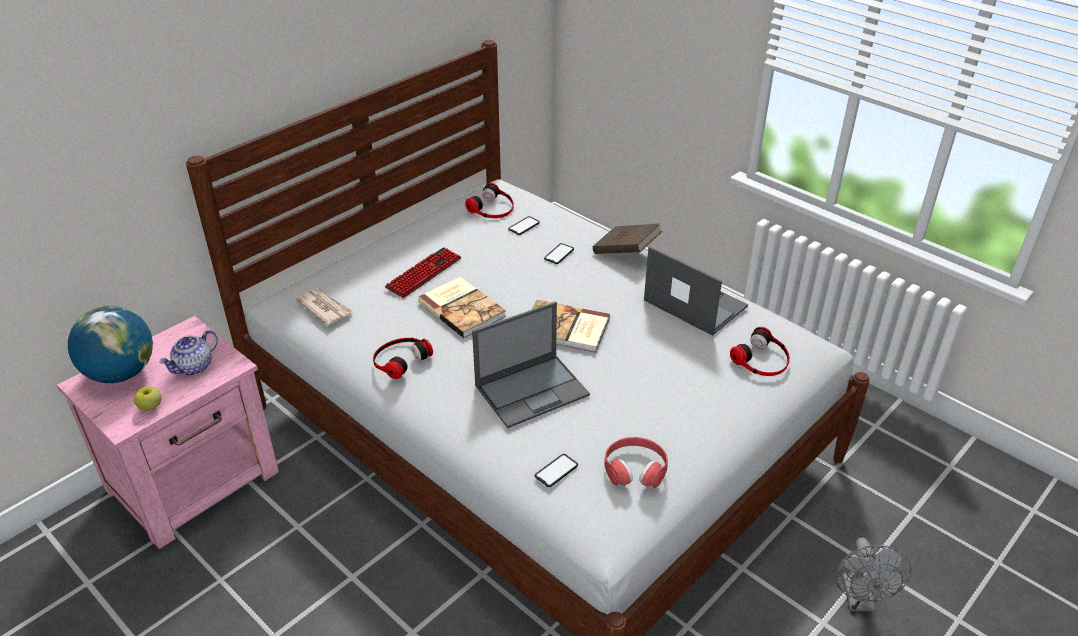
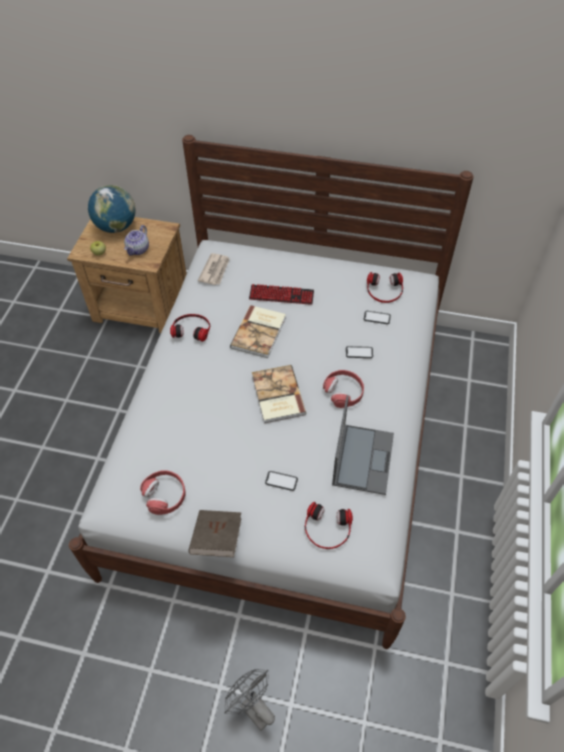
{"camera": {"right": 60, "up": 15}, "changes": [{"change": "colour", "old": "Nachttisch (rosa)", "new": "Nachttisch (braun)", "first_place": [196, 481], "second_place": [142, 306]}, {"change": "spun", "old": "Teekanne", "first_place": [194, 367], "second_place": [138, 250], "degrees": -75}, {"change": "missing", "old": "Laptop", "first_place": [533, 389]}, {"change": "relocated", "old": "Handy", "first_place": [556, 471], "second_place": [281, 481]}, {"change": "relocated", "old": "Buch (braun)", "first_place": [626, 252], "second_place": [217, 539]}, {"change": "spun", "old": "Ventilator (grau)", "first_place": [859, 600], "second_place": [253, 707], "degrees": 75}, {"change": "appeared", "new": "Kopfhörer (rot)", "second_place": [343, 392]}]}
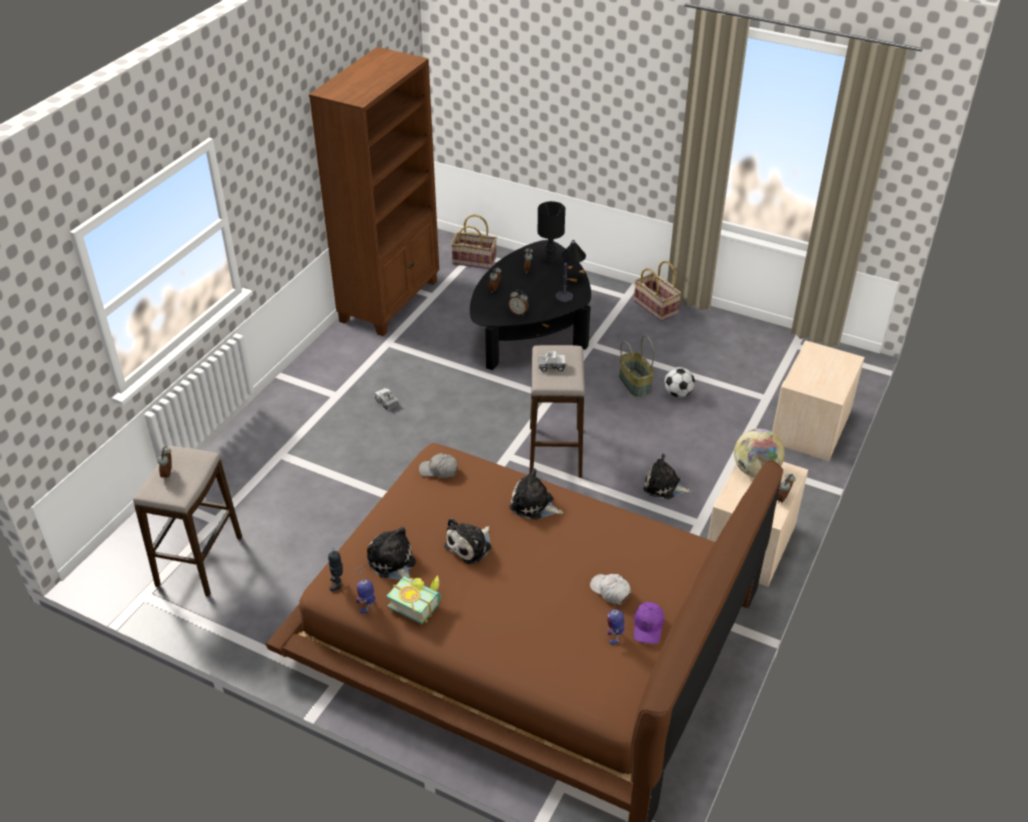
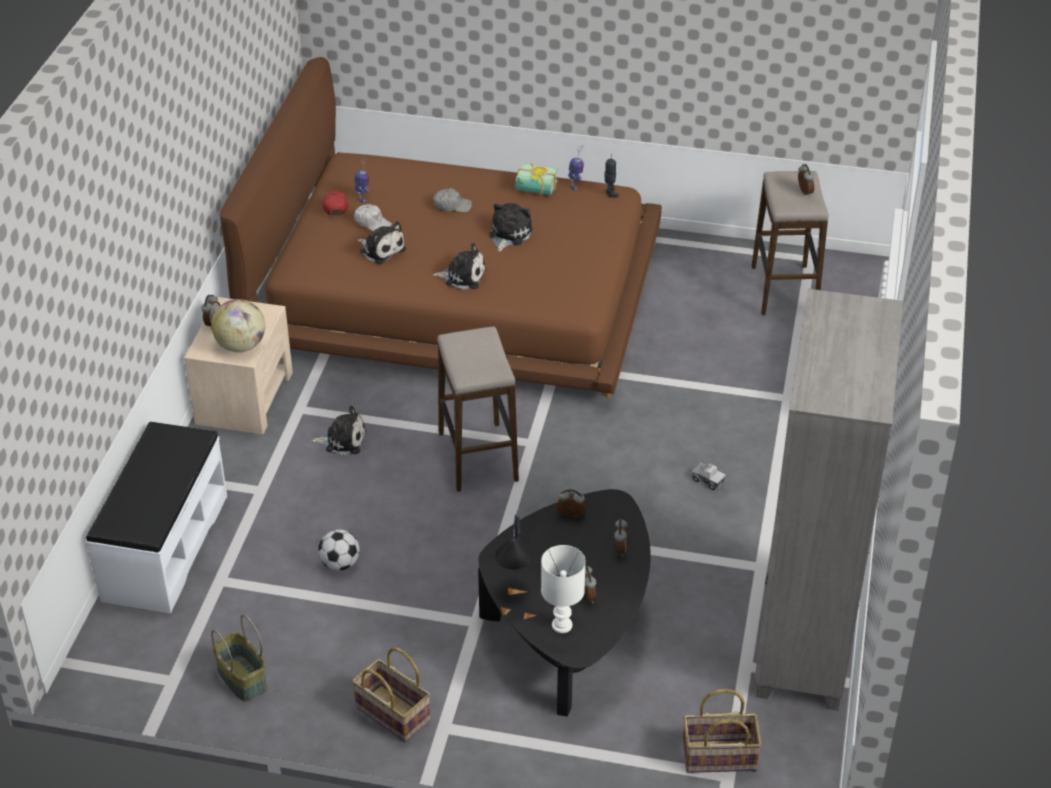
{"camera": {"right": 165, "up": 0}, "changes": [{"change": "colour", "old": "Bücherregal (braun)", "new": "Bücherregal (grau)", "first_place": [390, 301], "second_place": [803, 642]}, {"change": "relocated", "old": "Plüschtier", "first_place": [392, 563], "second_place": [381, 250]}, {"change": "relocated", "old": "Kappe (grau)", "first_place": [439, 470], "second_place": [452, 206]}, {"change": "colour", "old": "Tischlampe (schwarz)", "new": "Tischlampe (weiß)", "first_place": [550, 259], "second_place": [561, 624]}, {"change": "missing", "old": "Spielzeuglaster", "first_place": [551, 366]}, {"change": "relocated", "old": "Korb", "first_place": [635, 384], "second_place": [240, 678]}, {"change": "colour", "old": "Kappe (lila)", "new": "Kappe (rot)", "first_place": [648, 627], "second_place": [335, 206]}, {"change": "exchanged", "old": "Nachttisch (beige)", "new": "Bank (weiß)", "first_place": [810, 427], "second_place": [164, 547]}]}
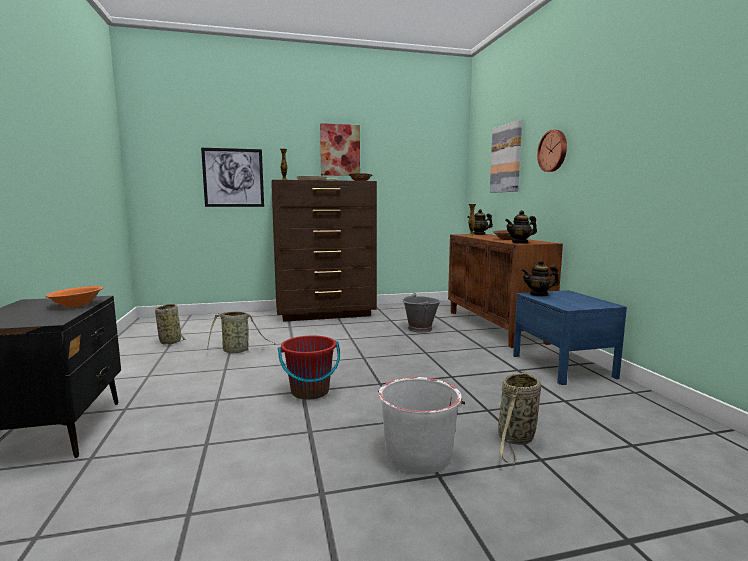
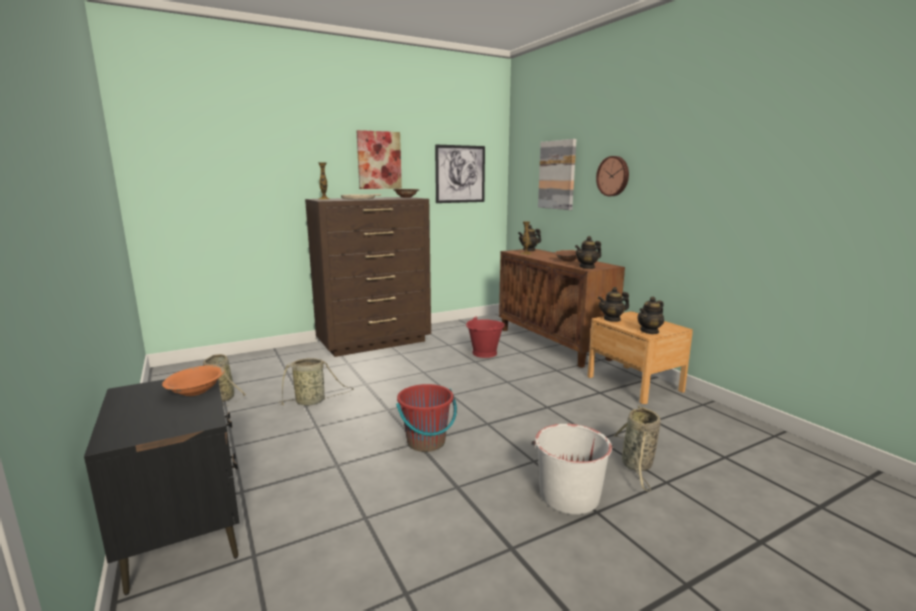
{"camera": {"right": -15, "up": 5}, "changes": [{"change": "relocated", "old": "Bild", "first_place": [233, 177], "second_place": [460, 174]}, {"change": "colour", "old": "Eimer (grau)", "new": "Eimer (rot)", "first_place": [420, 329], "second_place": [484, 353]}, {"change": "colour", "old": "Nachttisch (blau)", "new": "Nachttisch (braun)", "first_place": [562, 366], "second_place": [634, 383]}, {"change": "appeared", "new": "Teekanne", "second_place": [649, 331]}]}
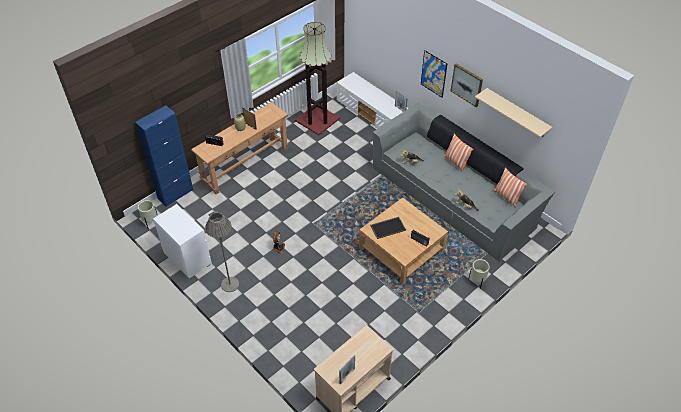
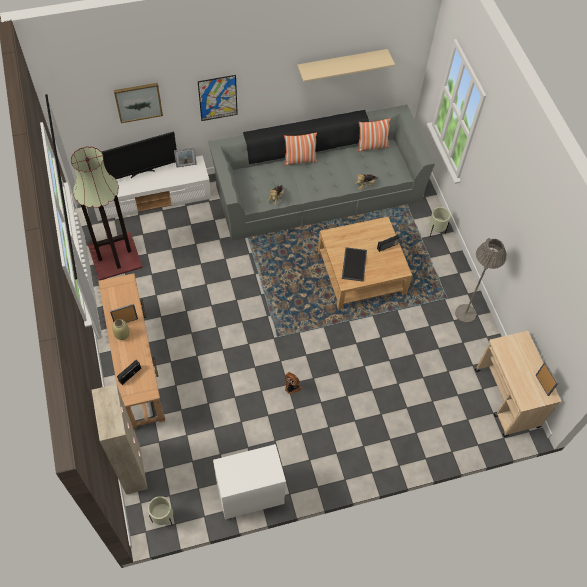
{"camera": {"right": -65, "up": 10}, "changes": [{"change": "colour", "old": "Schrank (blau)", "new": "Schrank (beige)", "first_place": [175, 194], "second_place": [133, 469]}, {"change": "relocated", "old": "Stehlampe (grau)", "first_place": [230, 284], "second_place": [465, 313]}, {"change": "relocated", "old": "Bild", "first_place": [467, 84], "second_place": [138, 102]}, {"change": "appeared", "new": "Fernseher", "second_place": [142, 172]}]}
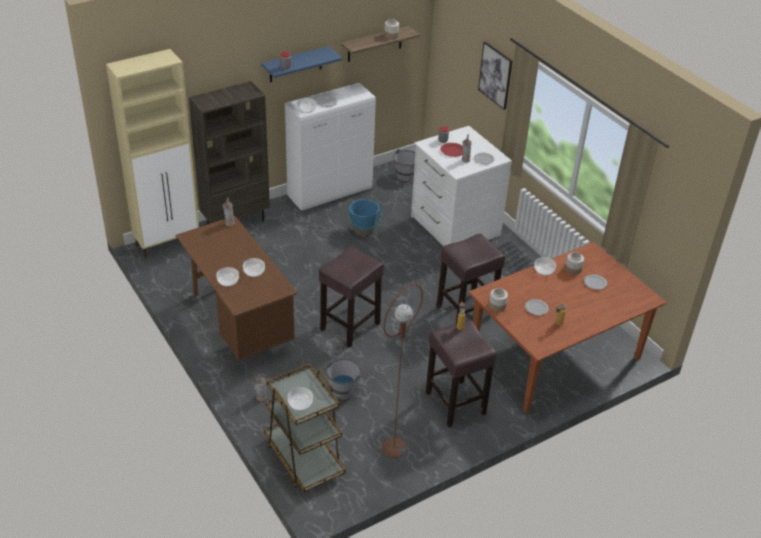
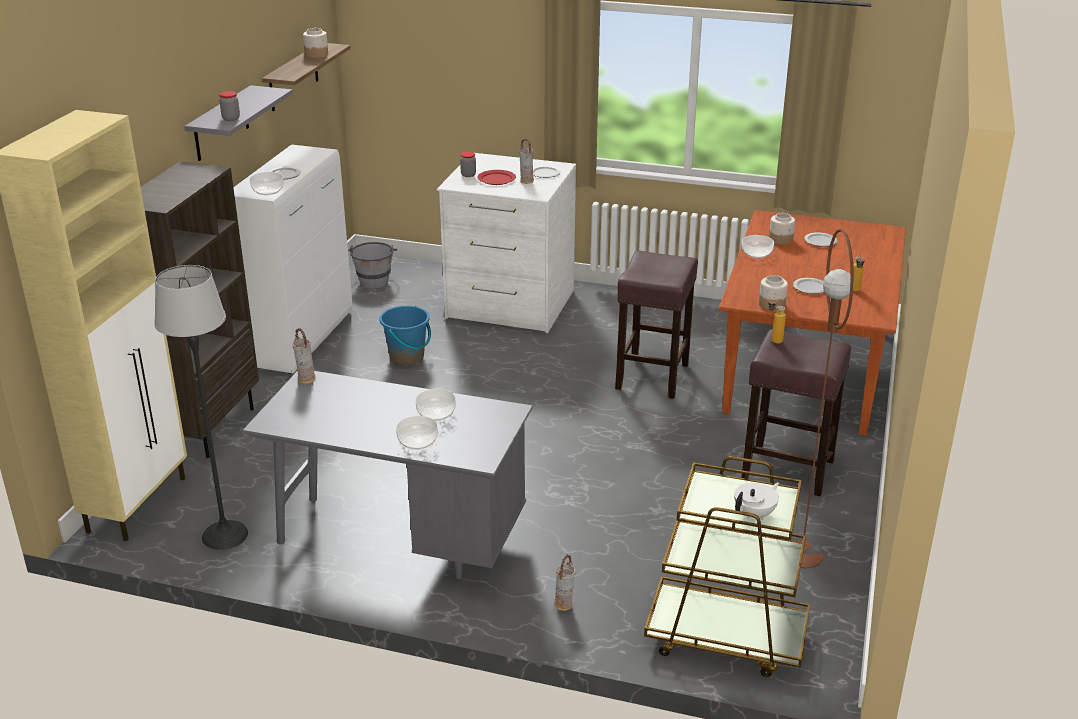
{"camera": {"right": -40, "up": -10}, "changes": [{"change": "colour", "old": "Schreibtisch (braun)", "new": "Schreibtisch (grau)", "first_place": [238, 323], "second_place": [398, 540]}, {"change": "colour", "old": "Wandregal (blau)", "new": "Wandregal (grau)", "first_place": [295, 64], "second_place": [221, 124]}, {"change": "exchanged", "old": "Schüssel", "new": "Teekanne (weiß)", "first_place": [300, 404], "second_place": [755, 514]}, {"change": "missing", "old": "Hocker (braun)", "first_place": [349, 327]}, {"change": "missing", "old": "Eimer (grau)", "first_place": [340, 394]}, {"change": "missing", "old": "Bild", "first_place": [495, 75]}, {"change": "appeared", "new": "Stehlampe", "second_place": [225, 535]}]}
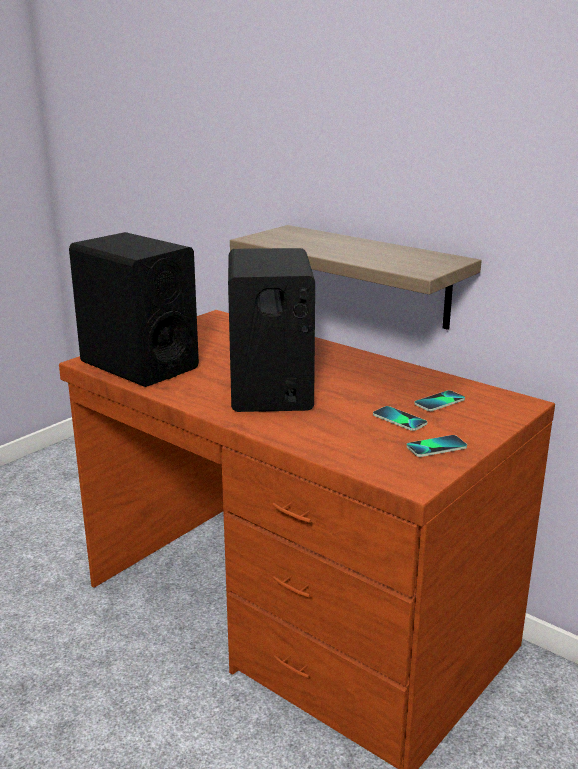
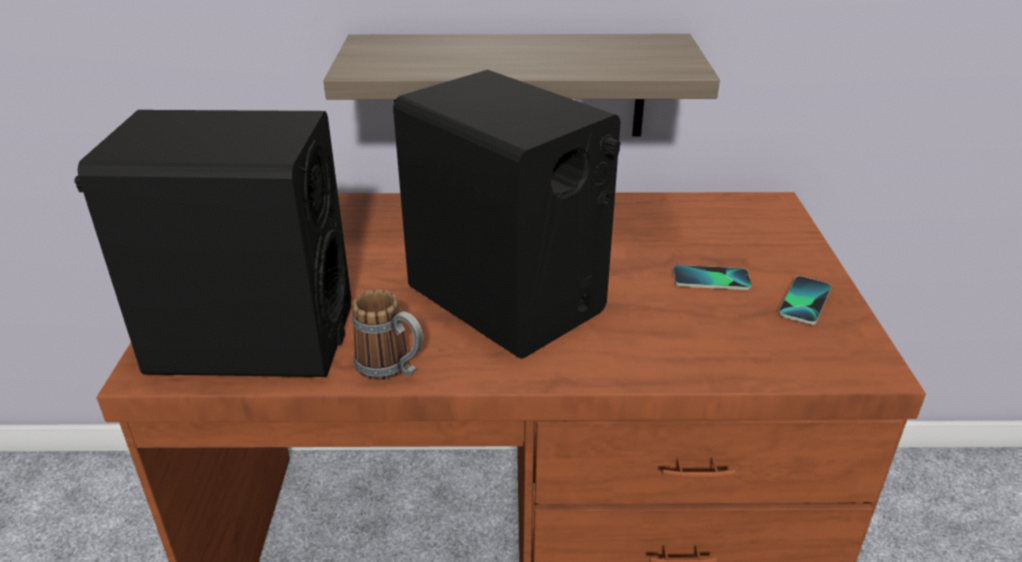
{"camera": {"right": -40, "up": 10}, "changes": [{"change": "missing", "old": "Handy", "first_place": [439, 402]}, {"change": "appeared", "new": "Henkelbecher", "second_place": [392, 369]}]}
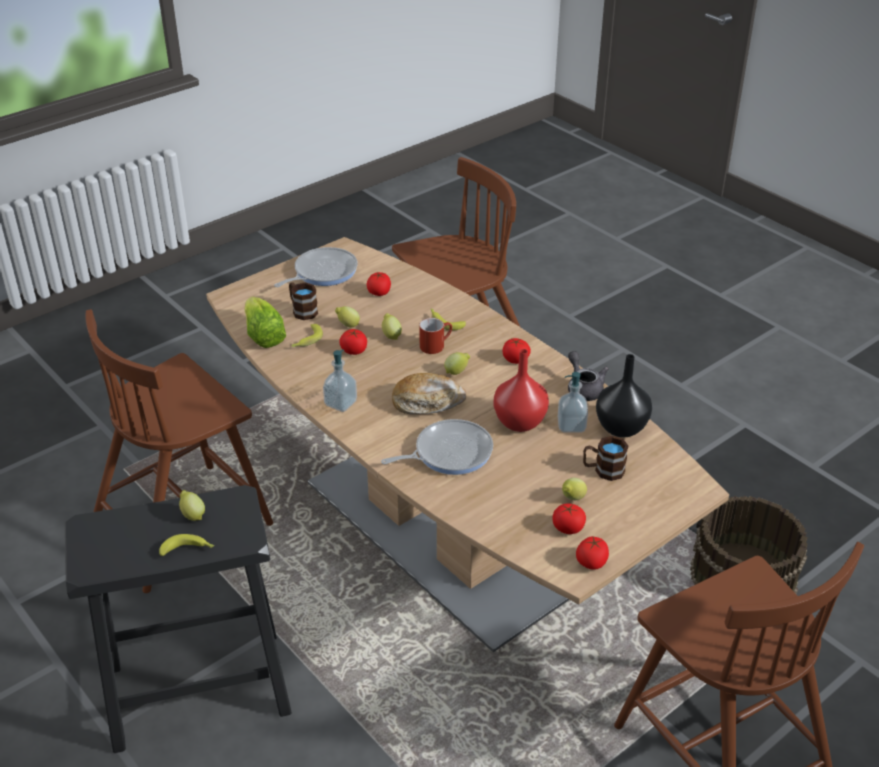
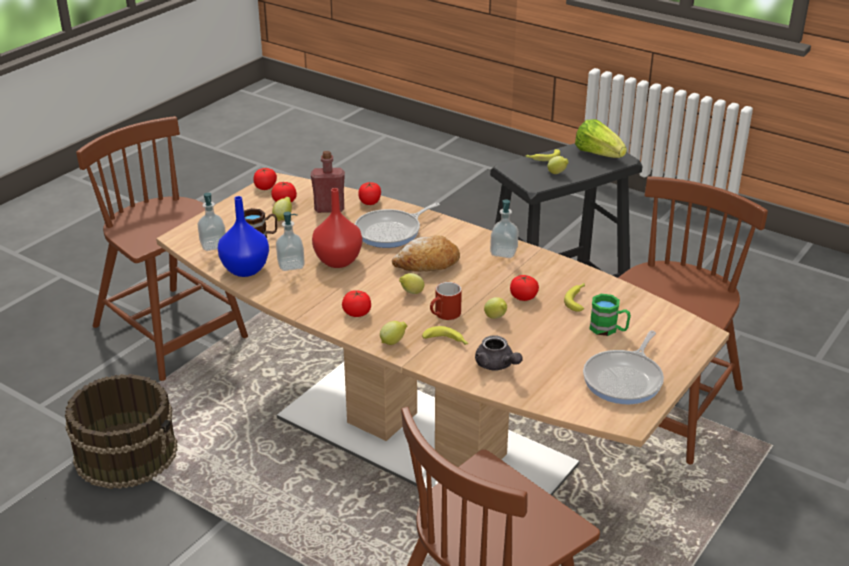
{"camera": {"right": 165, "up": -5}, "changes": [{"change": "relocated", "old": "Salatkopf", "first_place": [263, 336], "second_place": [598, 154]}, {"change": "colour", "old": "Henkelbecher (braun)", "new": "Henkelbecher (grün)", "first_place": [302, 310], "second_place": [608, 329]}, {"change": "relocated", "old": "Zitrone", "first_place": [347, 325], "second_place": [393, 342]}, {"change": "relocated", "old": "Tomate", "first_place": [379, 292], "second_place": [370, 202]}, {"change": "relocated", "old": "Teekanne (grau)", "first_place": [583, 388], "second_place": [497, 365]}, {"change": "colour", "old": "Vase (schwarz)", "new": "Vase (blau)", "first_place": [622, 428], "second_place": [244, 269]}, {"change": "appeared", "new": "Seifenspender", "second_place": [213, 245]}, {"change": "appeared", "new": "Flasche (rot)", "second_place": [329, 208]}]}
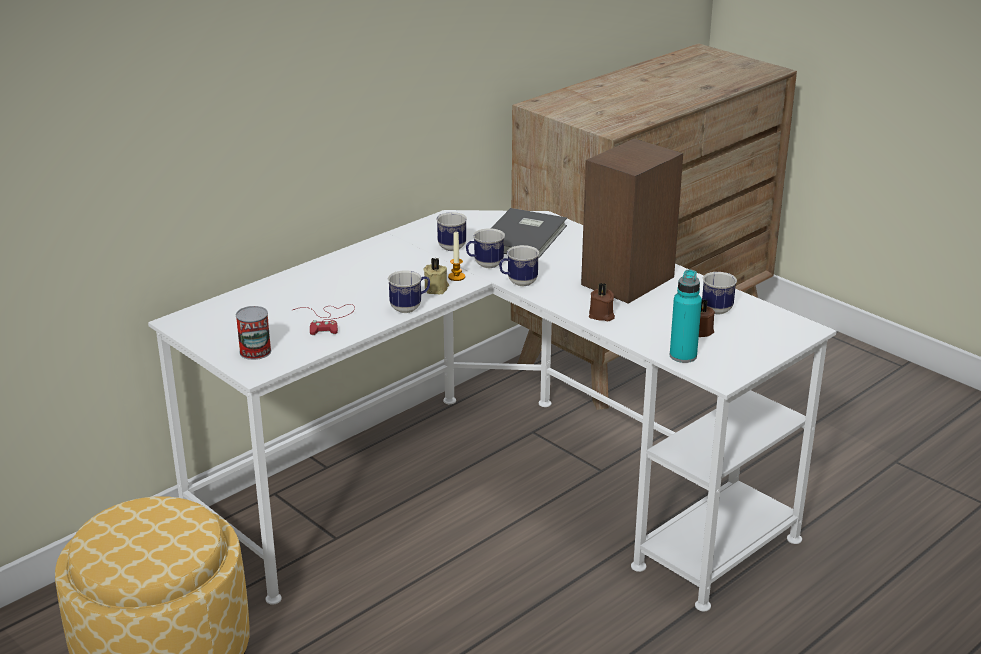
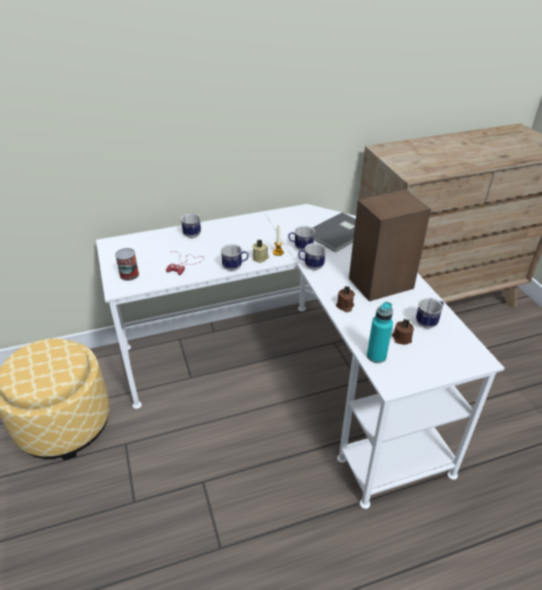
{"camera": {"right": 25, "up": 10}, "changes": [{"change": "relocated", "old": "Henkelbecher", "first_place": [449, 245], "second_place": [192, 233]}]}
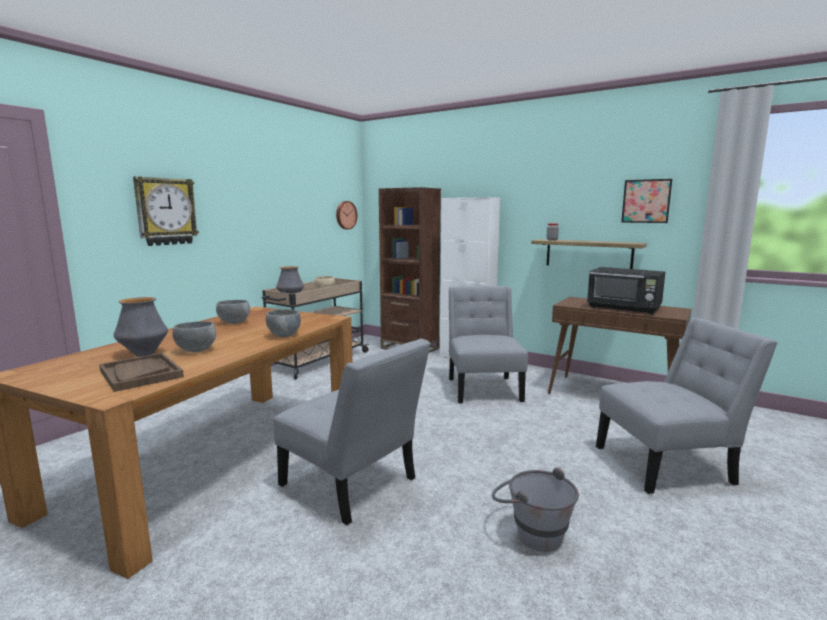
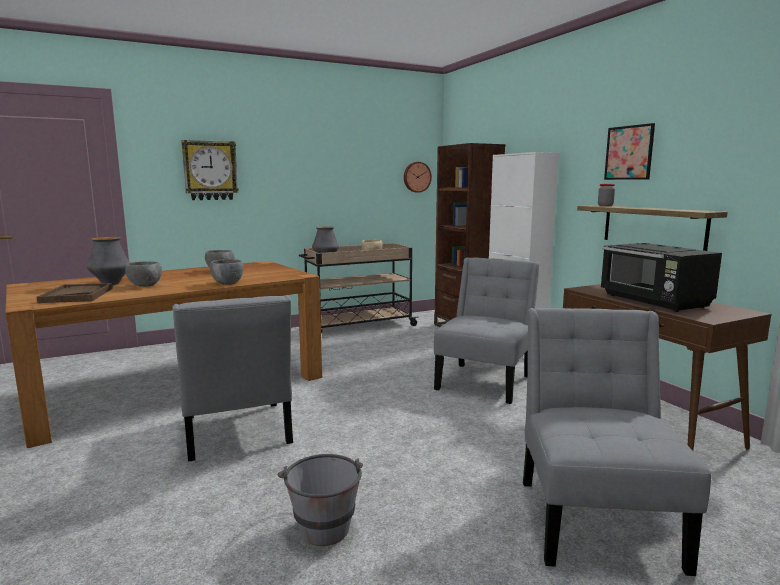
{"camera": {"right": 30, "up": 0}, "changes": [{"change": "spun", "old": "Stuhl (grau)", "first_place": [669, 464], "second_place": [595, 517], "degrees": -105}, {"change": "relocated", "old": "Bild", "first_place": [646, 201], "second_place": [629, 152]}]}
